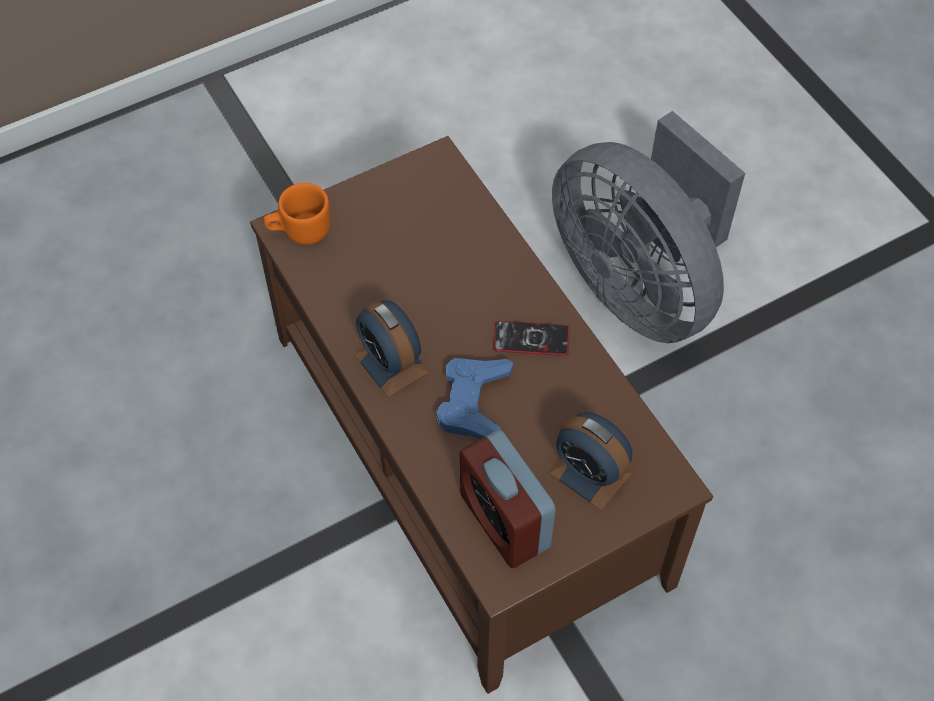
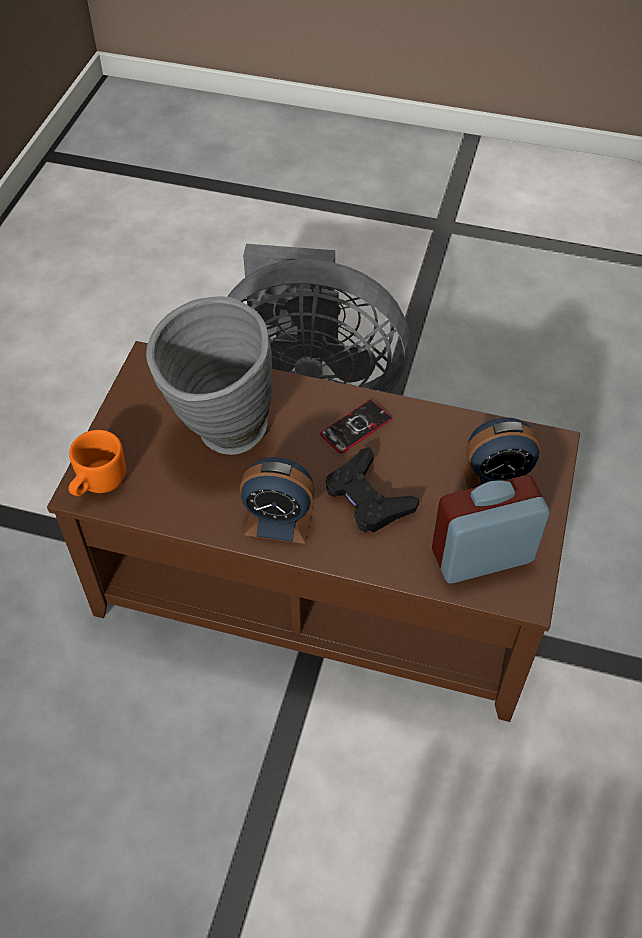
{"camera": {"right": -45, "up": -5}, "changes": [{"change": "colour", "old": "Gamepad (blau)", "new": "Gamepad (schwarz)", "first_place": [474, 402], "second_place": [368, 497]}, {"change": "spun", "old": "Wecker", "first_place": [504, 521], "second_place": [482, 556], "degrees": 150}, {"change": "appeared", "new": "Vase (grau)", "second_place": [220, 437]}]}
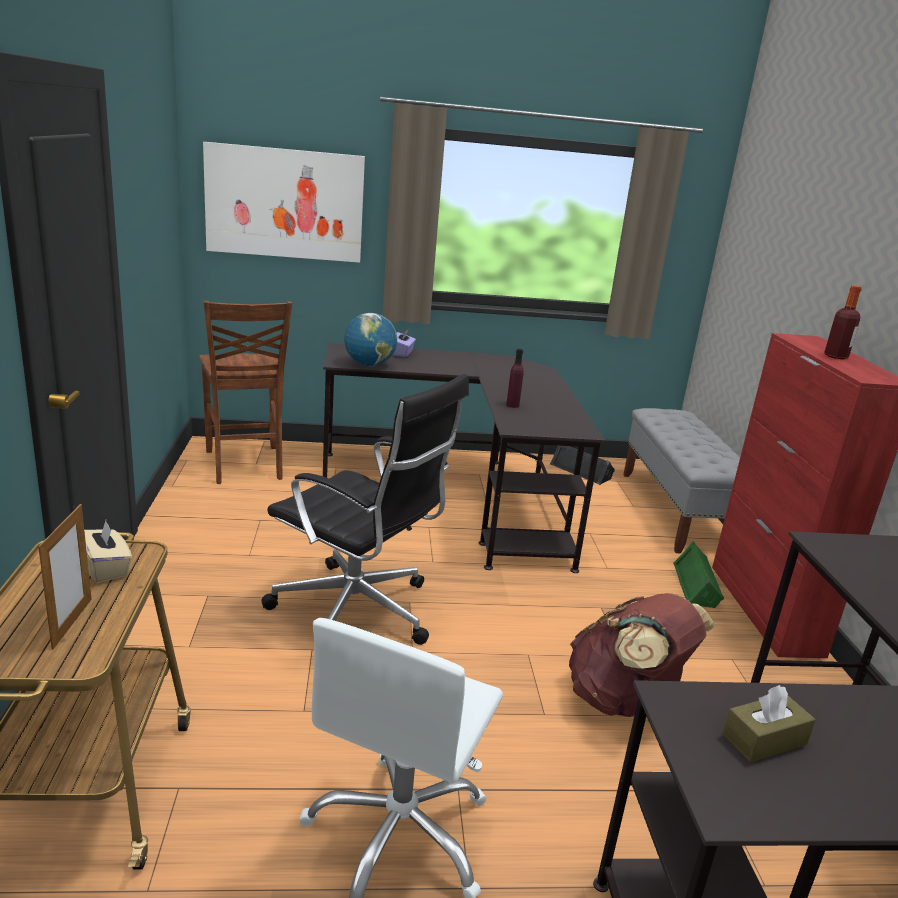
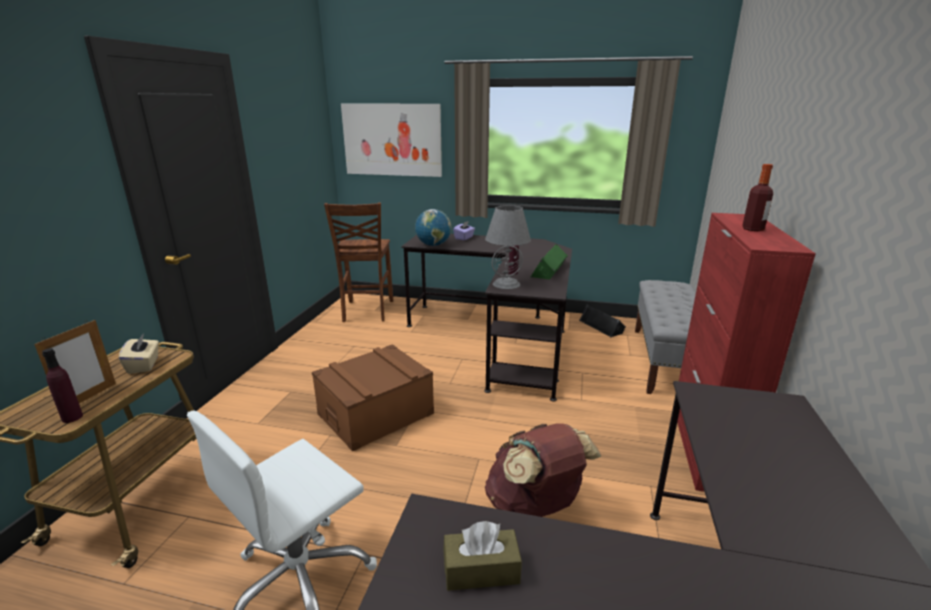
{"camera": {"right": 20, "up": 0}, "changes": [{"change": "exchanged", "old": "Bürostuhl (schwarz)", "new": "Aufbewahrungsbox (braun)", "first_place": [357, 613], "second_place": [375, 414]}, {"change": "relocated", "old": "Lautsprecher (grün)", "first_place": [697, 585], "second_place": [550, 270]}, {"change": "appeared", "new": "Flasche (lila)", "second_place": [72, 417]}, {"change": "appeared", "new": "Tischlampe (grau)", "second_place": [506, 284]}]}
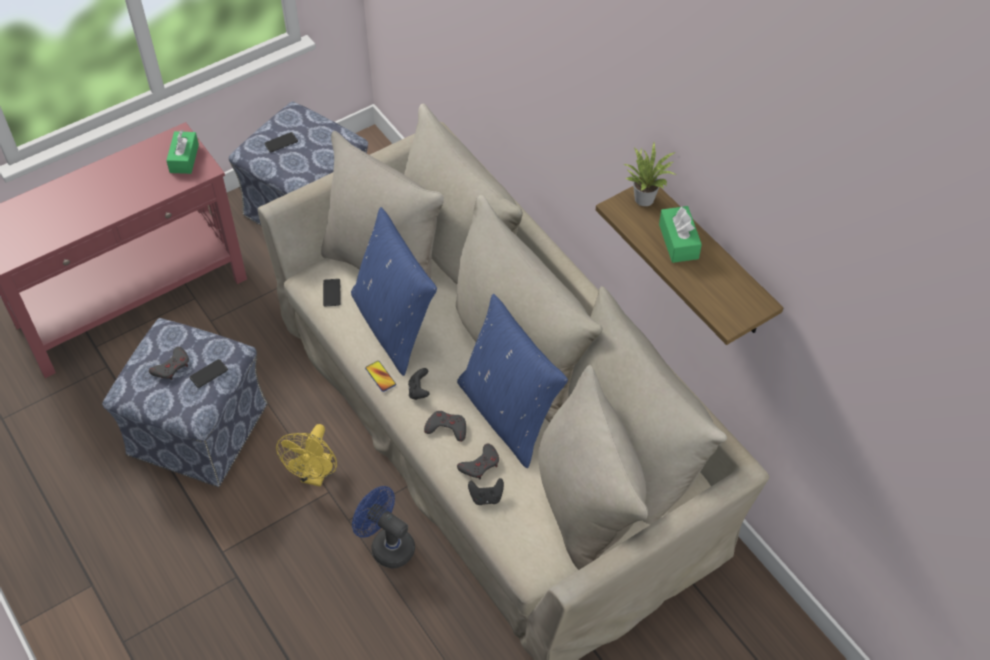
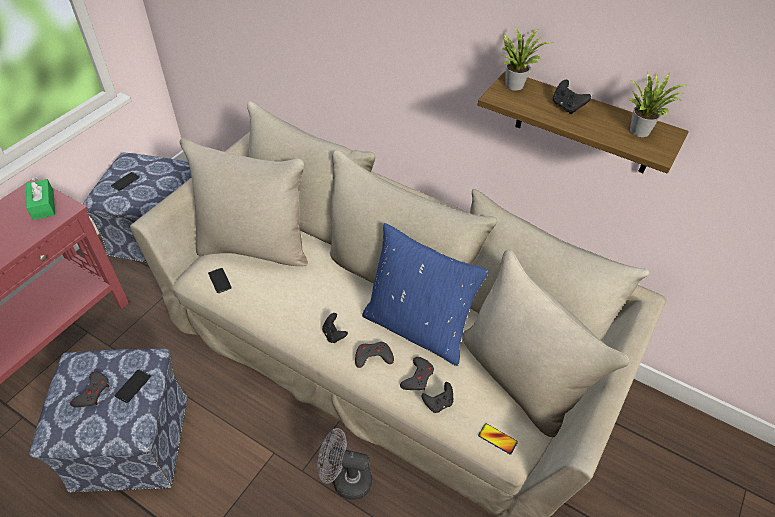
{"camera": {"right": -25, "up": -5}, "changes": [{"change": "missing", "old": "Ventilator (gelb)", "first_place": [315, 475]}, {"change": "missing", "old": "Kissen (blau)", "first_place": [394, 326]}, {"change": "colour", "old": "Ventilator (blau)", "new": "Ventilator (grau)", "first_place": [387, 545], "second_place": [345, 479]}, {"change": "relocated", "old": "Handy", "first_place": [380, 376], "second_place": [497, 439]}, {"change": "exchanged", "old": "Taschentuchbox (grün)", "new": "Gamepad (schwarz)", "first_place": [678, 241], "second_place": [566, 107]}, {"change": "appeared", "new": "Topfpflanze", "second_place": [641, 130]}]}
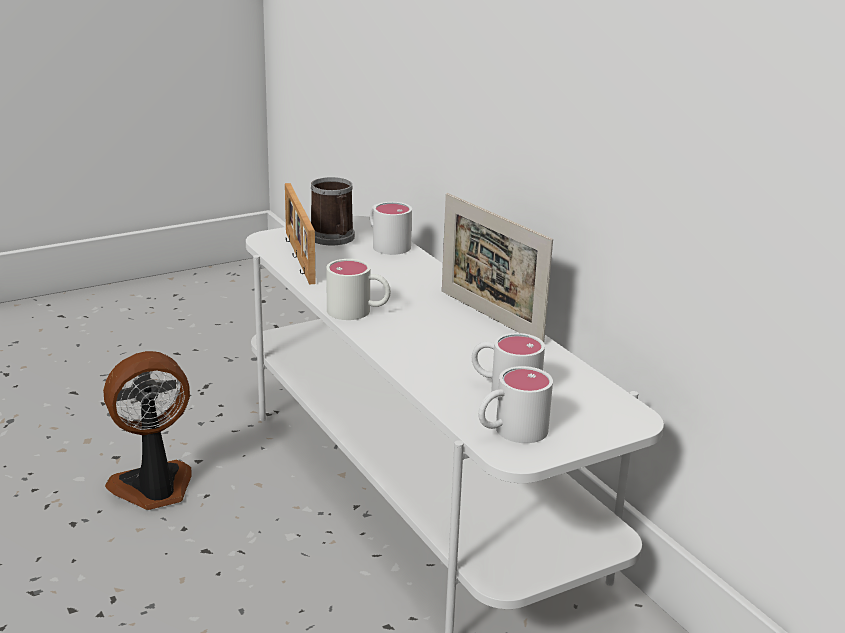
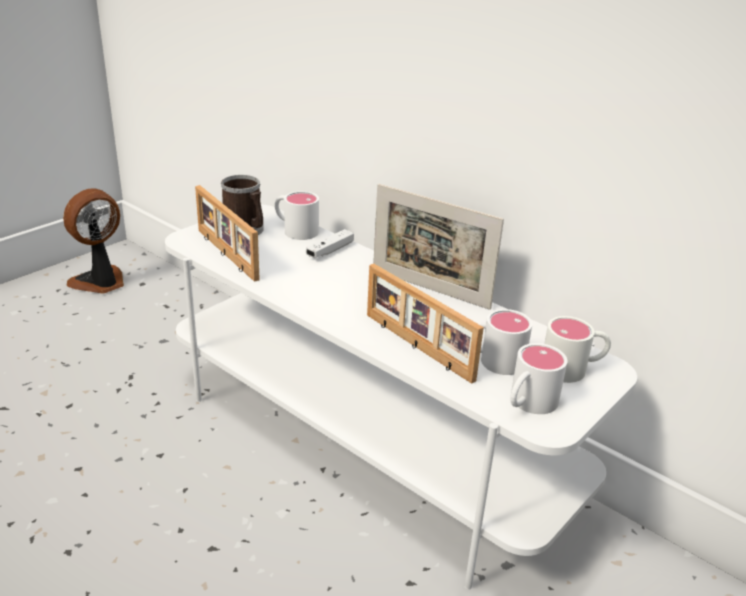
{"camera": {"right": -20, "up": 5}, "changes": [{"change": "relocated", "old": "Ventilator", "first_place": [154, 489], "second_place": [101, 282]}, {"change": "relocated", "old": "Henkelbecher (weiß)", "first_place": [358, 312], "second_place": [573, 368]}, {"change": "appeared", "new": "Gamepad (weiß)", "second_place": [330, 250]}, {"change": "appeared", "new": "Bilderrahmen", "second_place": [416, 347]}]}
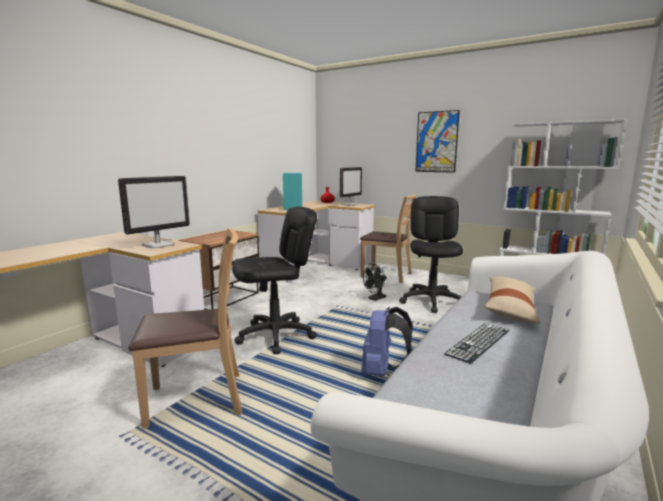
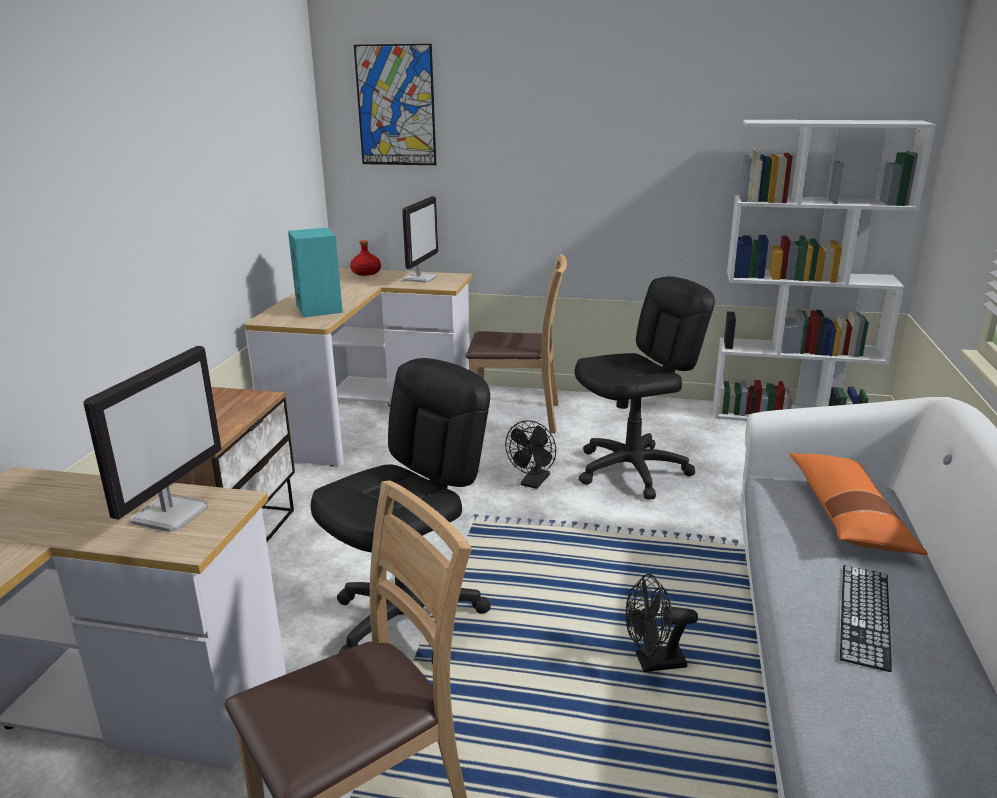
{"camera": {"right": -20, "up": 10}, "changes": [{"change": "exchanged", "old": "Rucksack (blau)", "new": "Ventilator (schwarz)", "first_place": [382, 372], "second_place": [653, 663]}, {"change": "spun", "old": "Bürostuhl (schwarz)", "first_place": [431, 301], "second_place": [632, 470], "degrees": 75}, {"change": "relocated", "old": "Bild", "first_place": [436, 142], "second_place": [396, 106]}, {"change": "colour", "old": "Kissen (beige)", "new": "Kissen (orange)", "first_place": [510, 308], "second_place": [848, 517]}]}
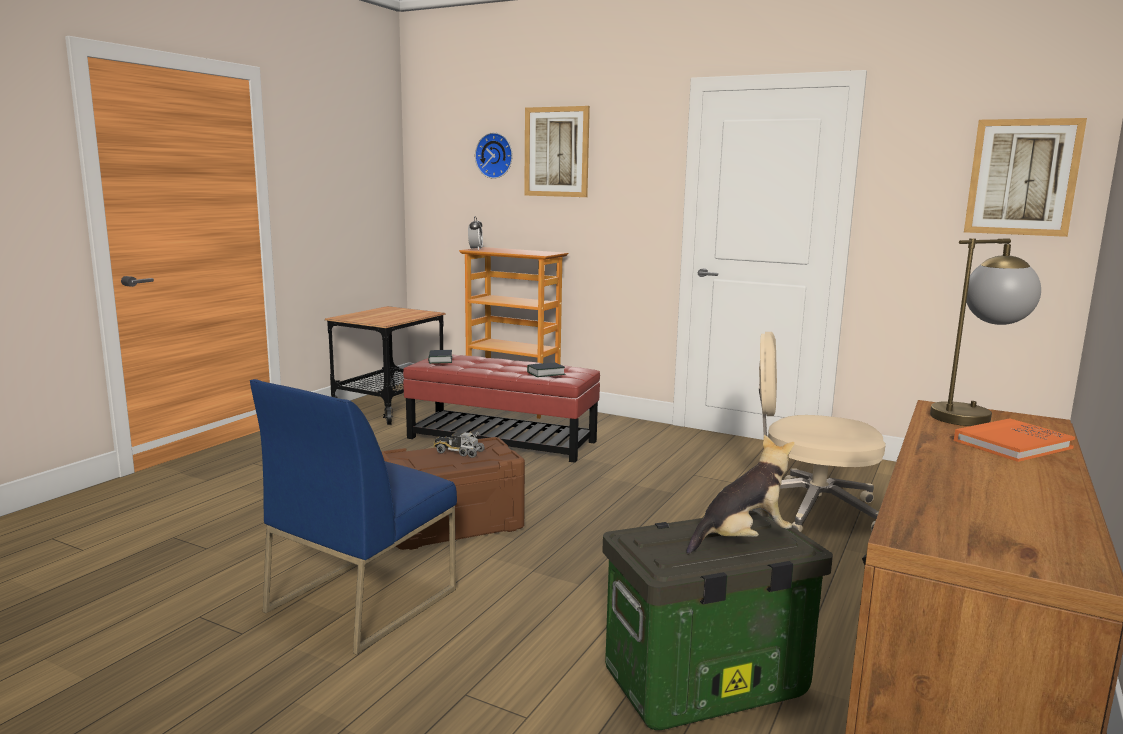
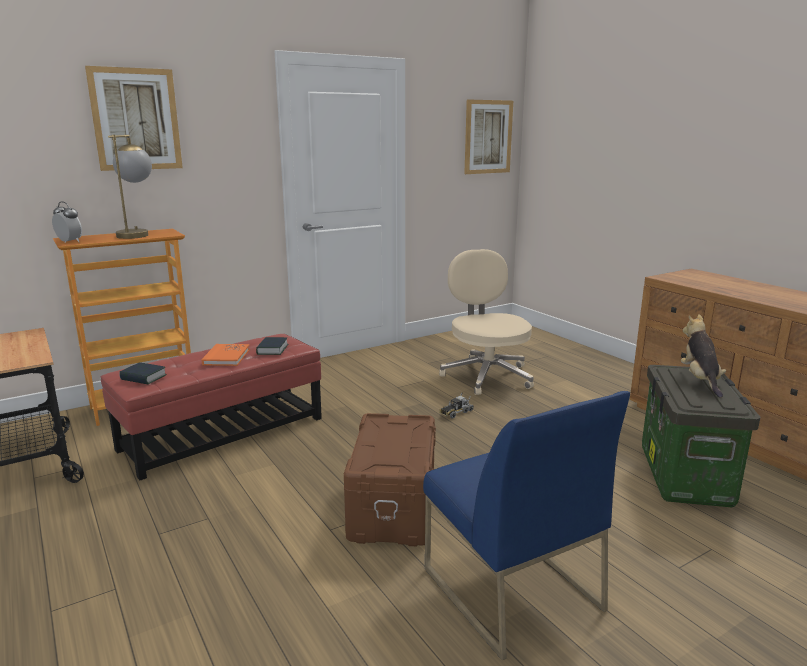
{"camera": {"right": -60, "up": 5}, "changes": [{"change": "relocated", "old": "Spielzeuglaster", "first_place": [458, 452], "second_place": [455, 412]}, {"change": "missing", "old": "Wanduhr", "first_place": [495, 155]}, {"change": "spun", "old": "Bürostuhl (beige)", "first_place": [809, 509], "second_place": [486, 375], "degrees": 120}, {"change": "relocated", "old": "Tischlampe", "first_place": [973, 415], "second_place": [137, 234]}, {"change": "relocated", "old": "Buch (orange)", "first_place": [1012, 444], "second_place": [226, 357]}]}
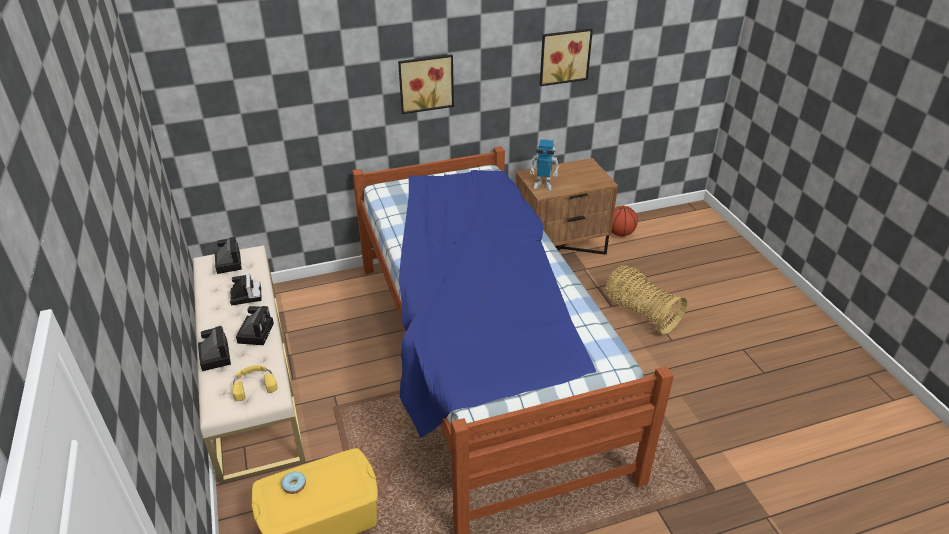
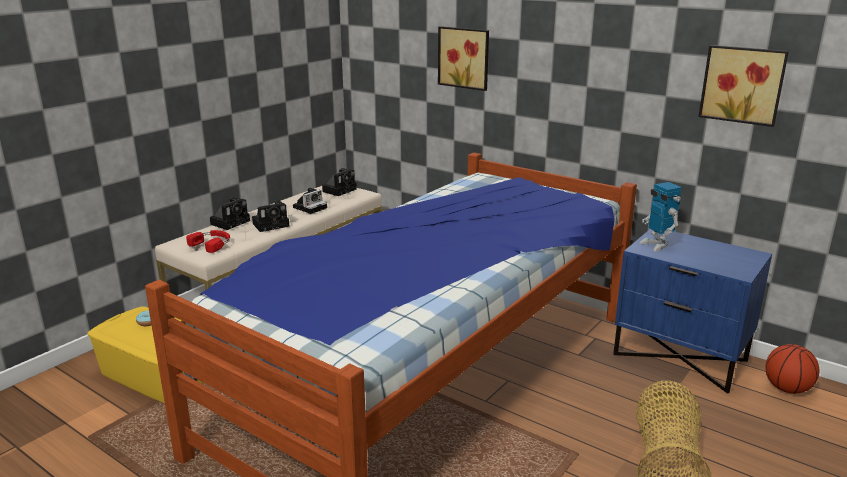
{"camera": {"right": 55, "up": -15}, "changes": [{"change": "colour", "old": "Kopfhörer (gelb)", "new": "Kopfhörer (rot)", "first_place": [254, 384], "second_place": [212, 244]}, {"change": "relocated", "old": "Bild", "first_place": [425, 83], "second_place": [464, 57]}, {"change": "colour", "old": "Nachttisch (braun)", "new": "Nachttisch (blau)", "first_place": [560, 247], "second_place": [681, 357]}]}
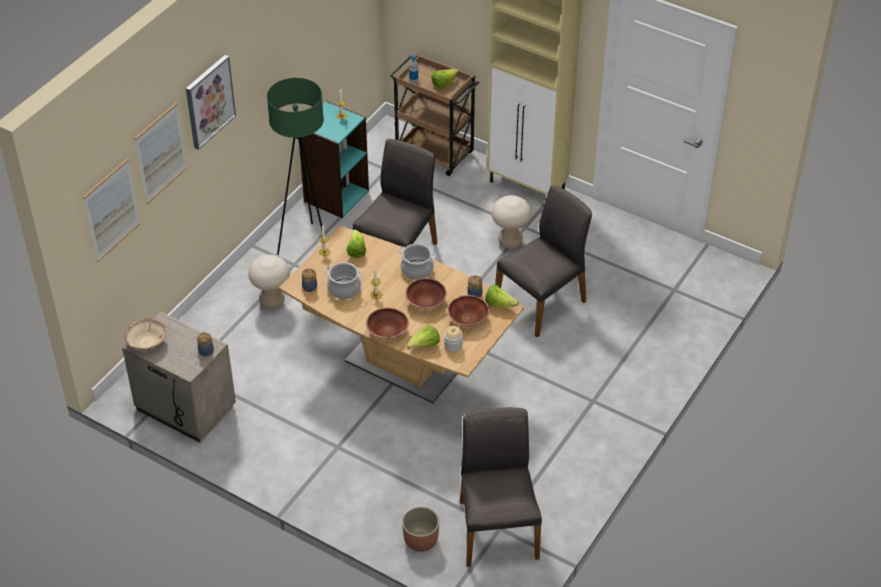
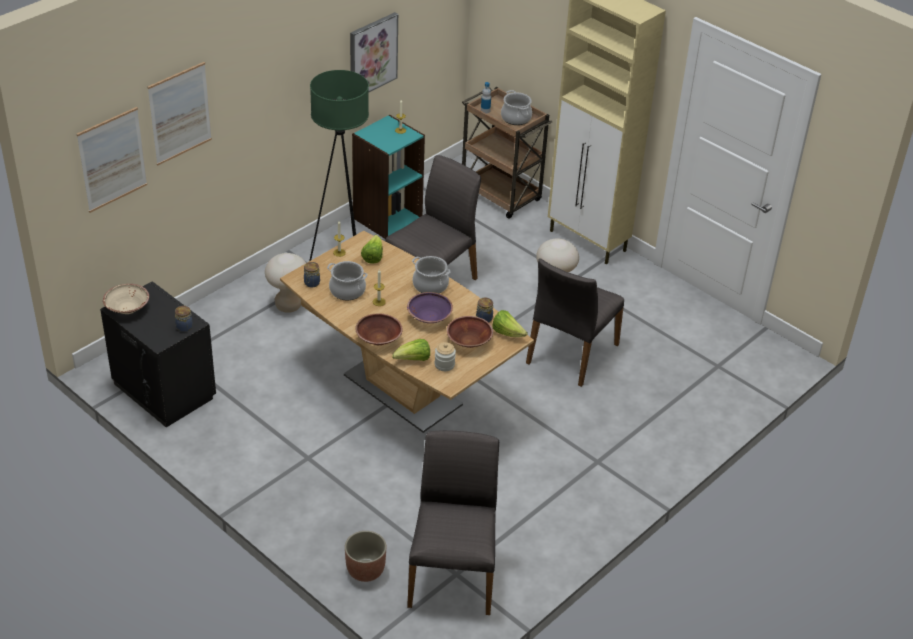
{"camera": {"right": 10, "up": -5}, "changes": [{"change": "colour", "old": "Nachttisch (beige)", "new": "Nachttisch (schwarz)", "first_place": [184, 408], "second_place": [162, 391]}, {"change": "relocated", "old": "Bild", "first_place": [209, 101], "second_place": [372, 55]}, {"change": "colour", "old": "Schüssel (braun)", "new": "Schüssel (lila)", "first_place": [425, 301], "second_place": [429, 317]}, {"change": "exchanged", "old": "Salatkopf", "new": "Kochtopf", "first_place": [444, 84], "second_place": [515, 118]}, {"change": "spun", "old": "Stuhl (grau)", "first_place": [542, 302], "second_place": [570, 353], "degrees": 150}]}
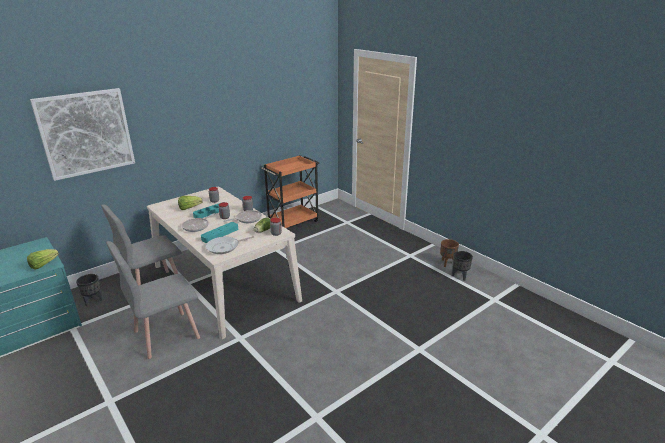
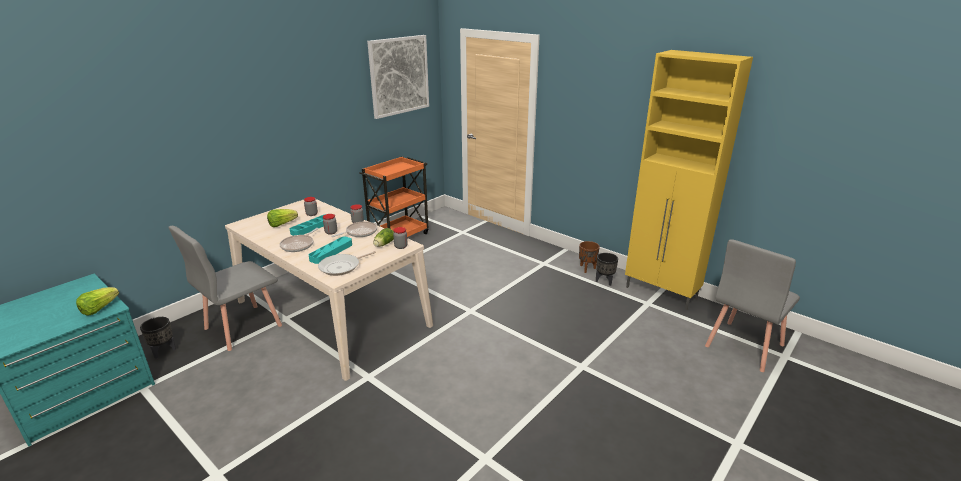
{"camera": {"right": -10, "up": 0}, "changes": [{"change": "relocated", "old": "Bild", "first_place": [86, 133], "second_place": [399, 76]}, {"change": "relocated", "old": "Stuhl (grau)", "first_place": [166, 334], "second_place": [743, 345]}, {"change": "appeared", "new": "Schrank (gelb)", "second_place": [661, 293]}]}
